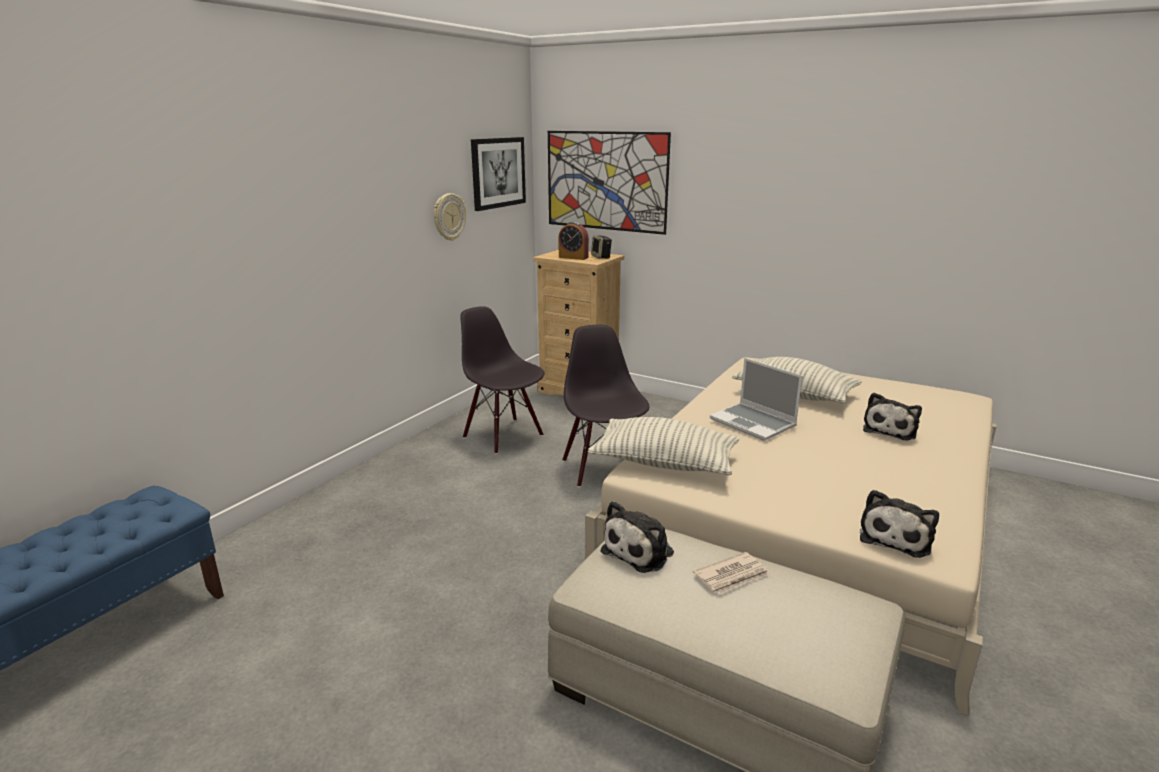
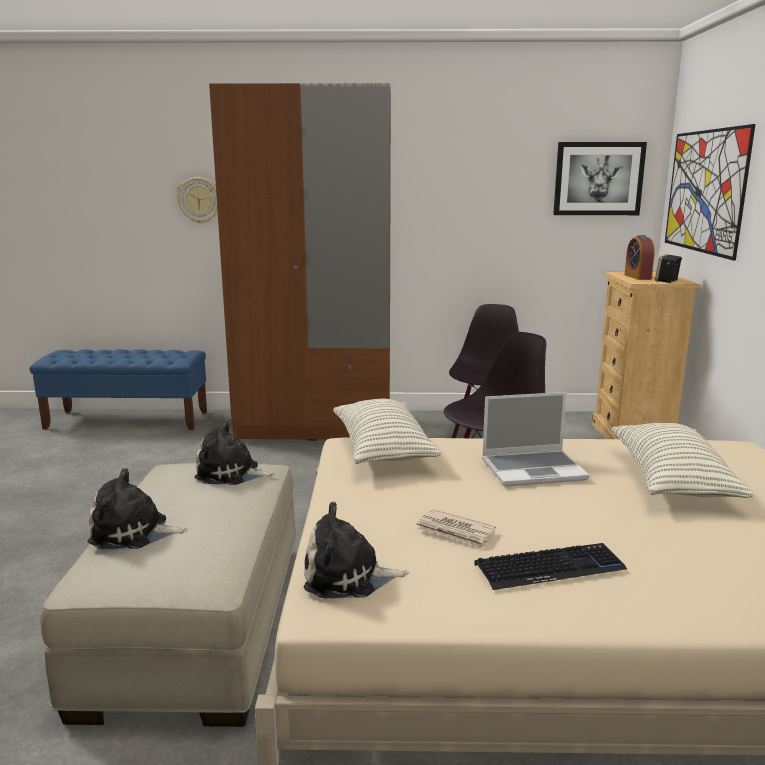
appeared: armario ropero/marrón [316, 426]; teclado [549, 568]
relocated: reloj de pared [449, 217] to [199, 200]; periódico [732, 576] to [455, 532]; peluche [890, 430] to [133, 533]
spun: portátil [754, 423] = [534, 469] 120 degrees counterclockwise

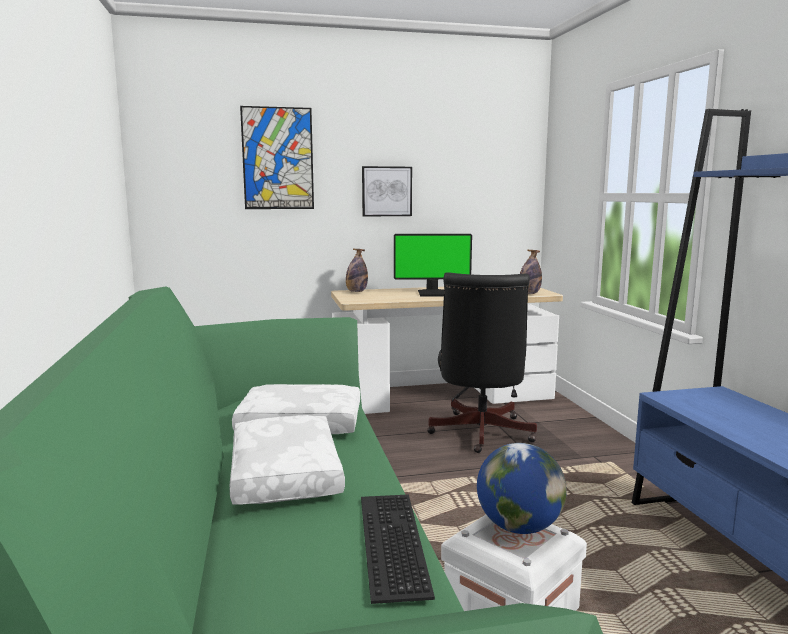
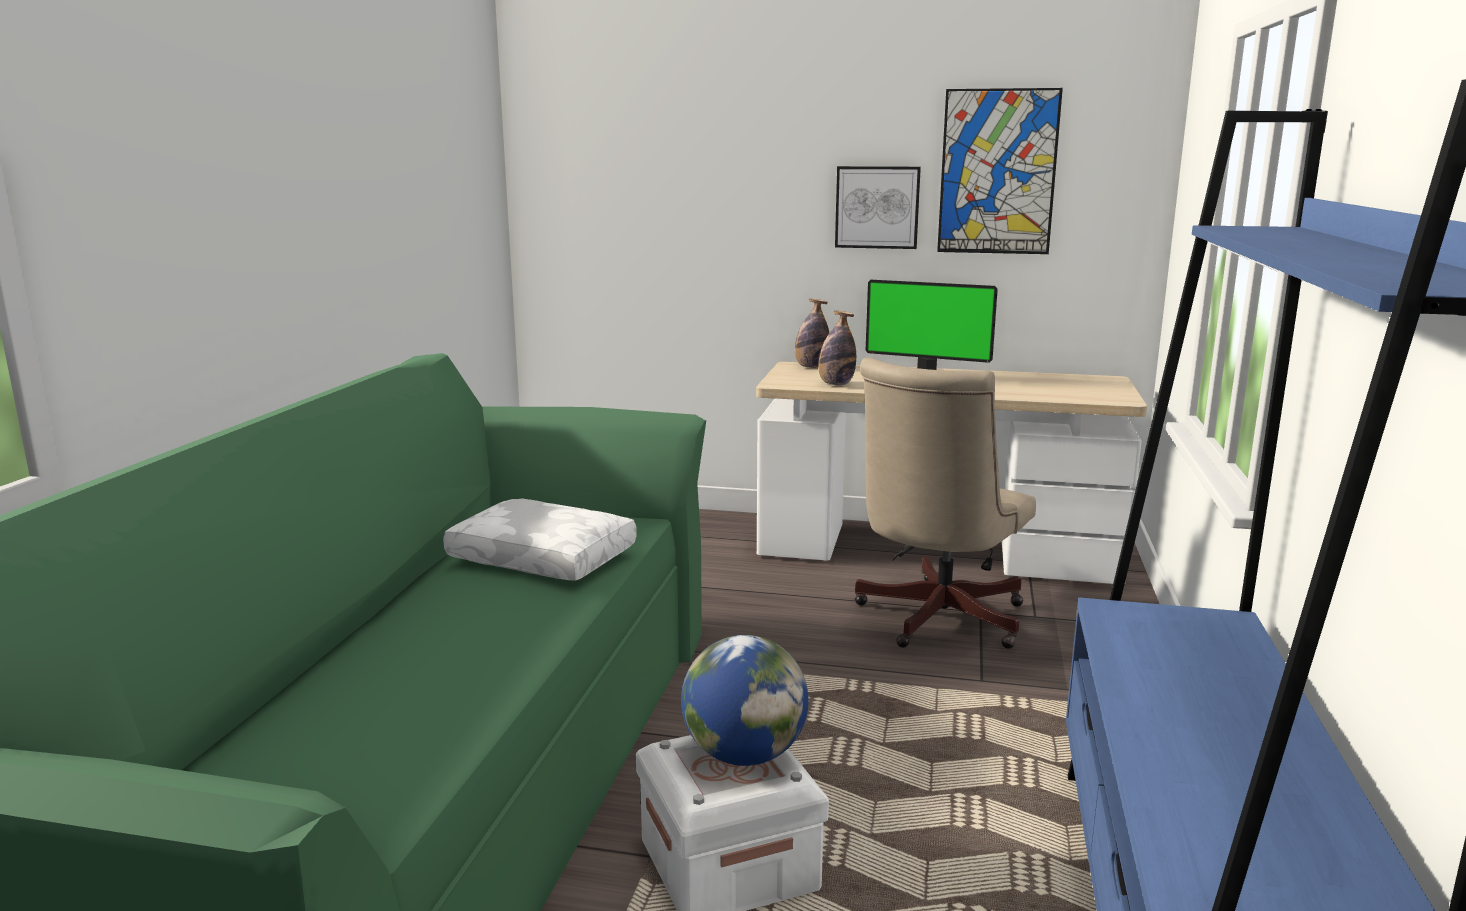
missing: cojín/blanco [282, 474]; teclado [388, 541]
relocated: cuadro [278, 158] to [997, 172]; botella [529, 293] to [836, 384]
colour: silla de oficina/negro [480, 434] to silla de oficina/beis [935, 620]

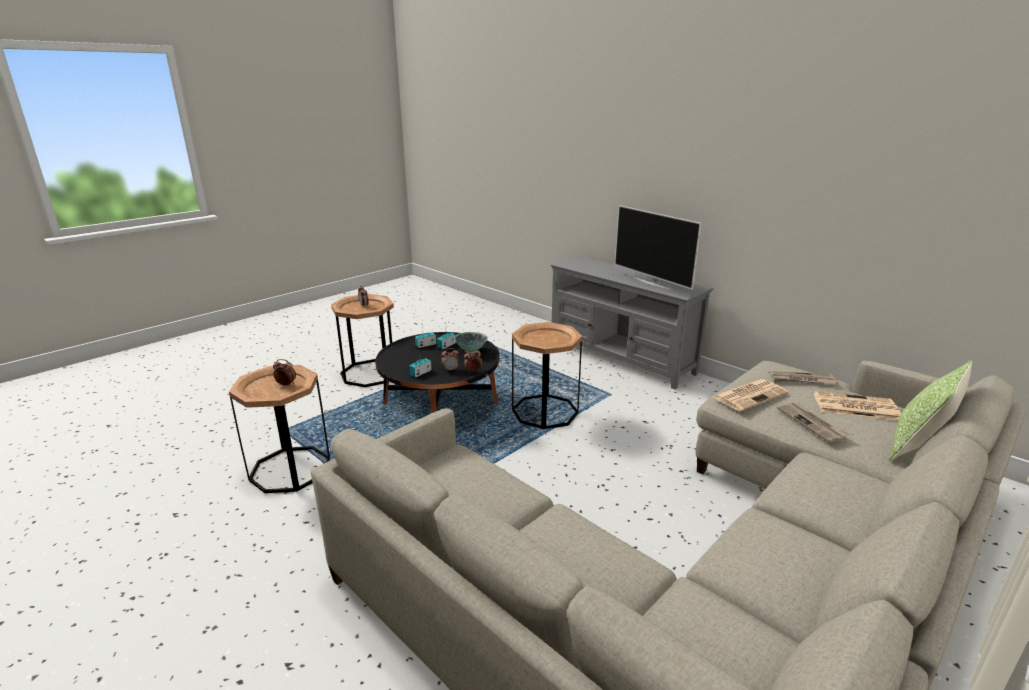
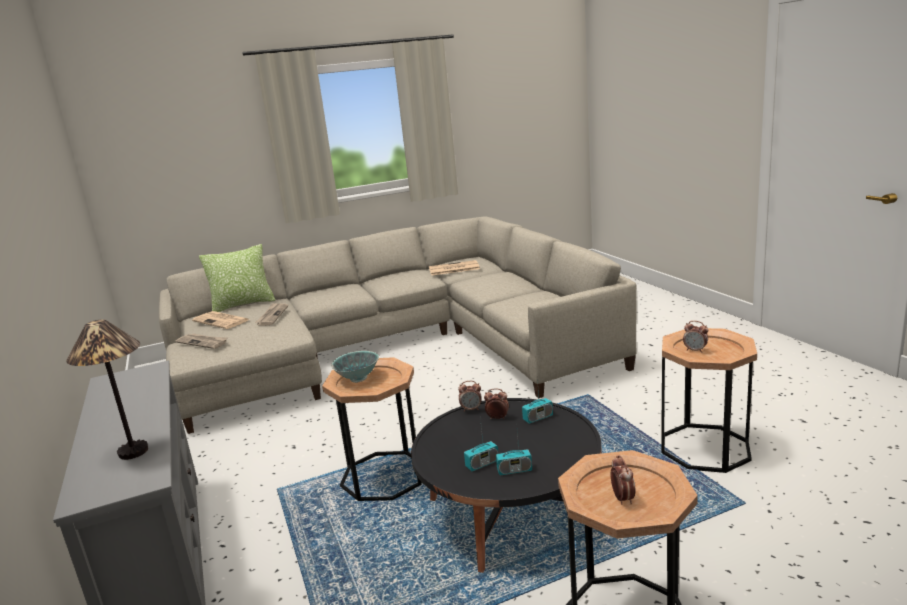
missing: televisor [653, 284]
appeared: lámpara de mesa [133, 452]
relocated: cuenco [471, 351] to [358, 378]; periódico [750, 395] to [453, 269]

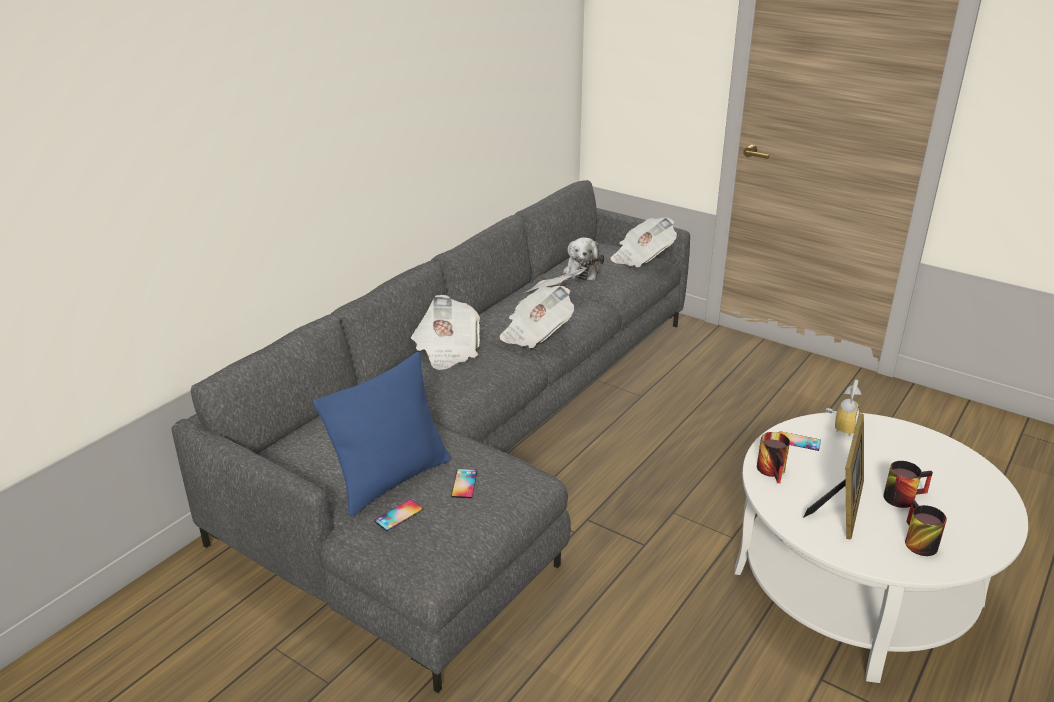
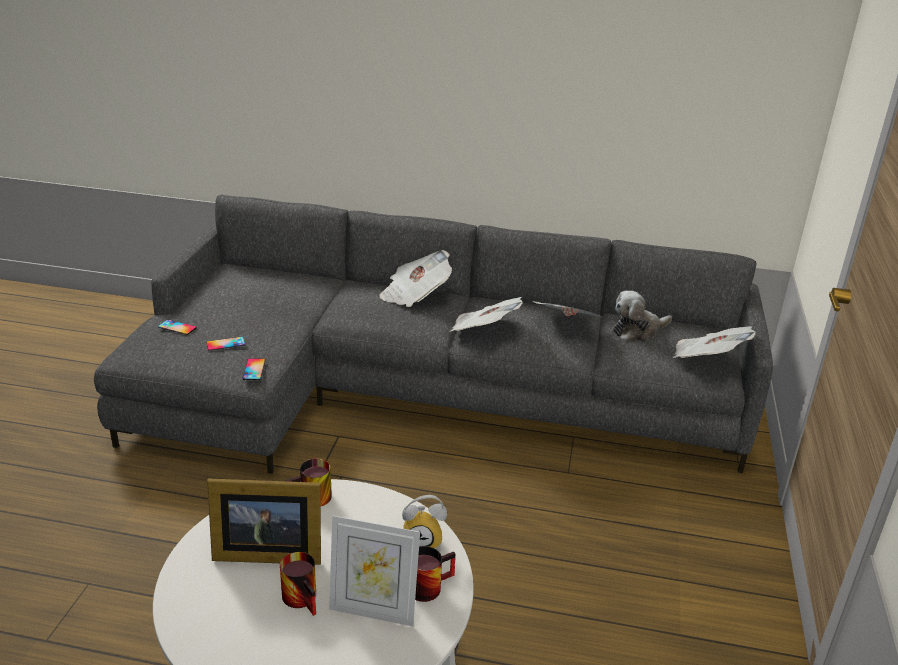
missing: cojín/azul [391, 480]
appeared: portarretratos [373, 610]
relocated: móvil [798, 441] to [254, 369]; taza grande [915, 541] to [428, 584]

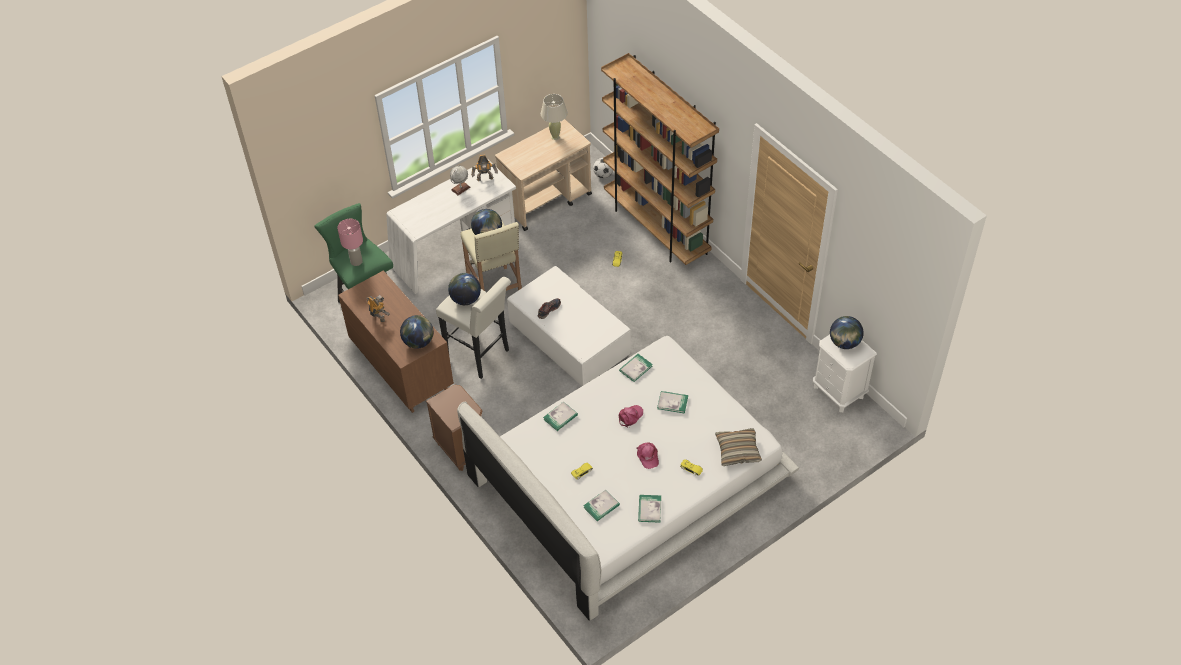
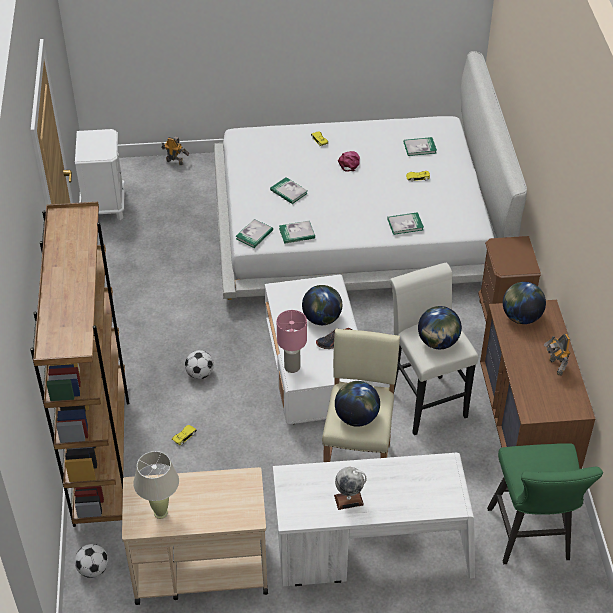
missing: gorra/rosa [630, 416]; cojín [737, 451]
appeared: balón de fútbol [200, 374]
relocated: lámpara de mesa/rosa [356, 262] to [292, 367]; robot de juguete [485, 179] to [175, 161]; libro [649, 509] to [254, 235]; globo terráqueo [844, 343] to [322, 318]

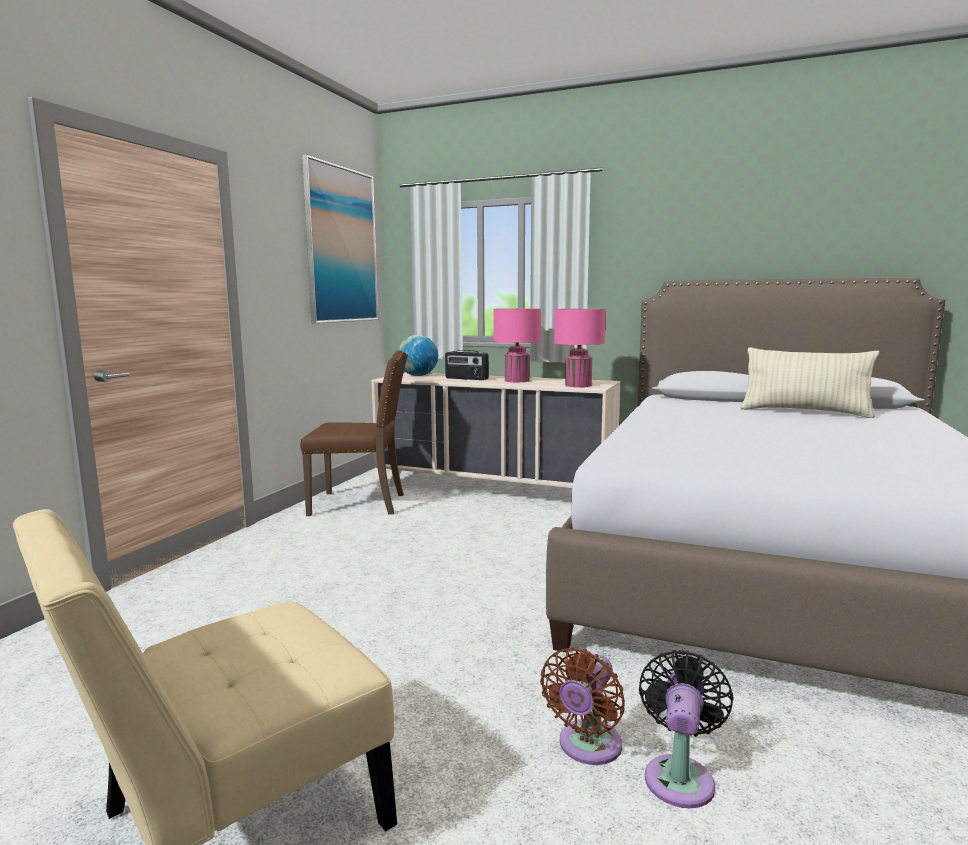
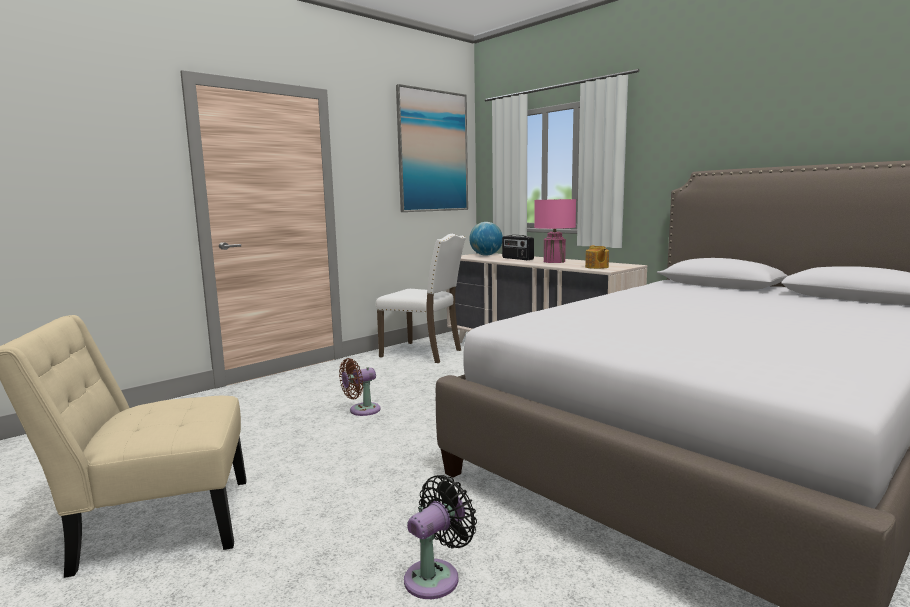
missing: cojín/beis [805, 412]
relocated: ventilador/marrón [587, 747] to [361, 410]
exchanged: lámpara de mesa/rosa [578, 385] to tetera [596, 267]
colour: silla/marrón [360, 504] to silla/blanco [423, 353]

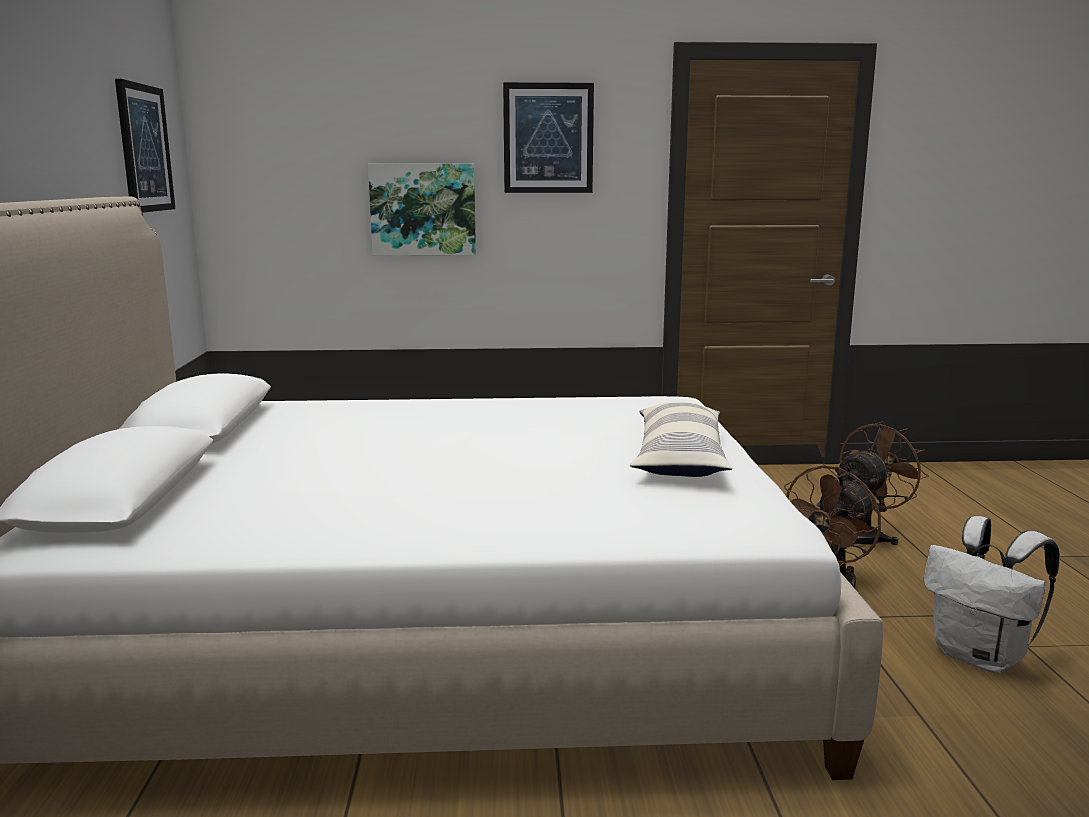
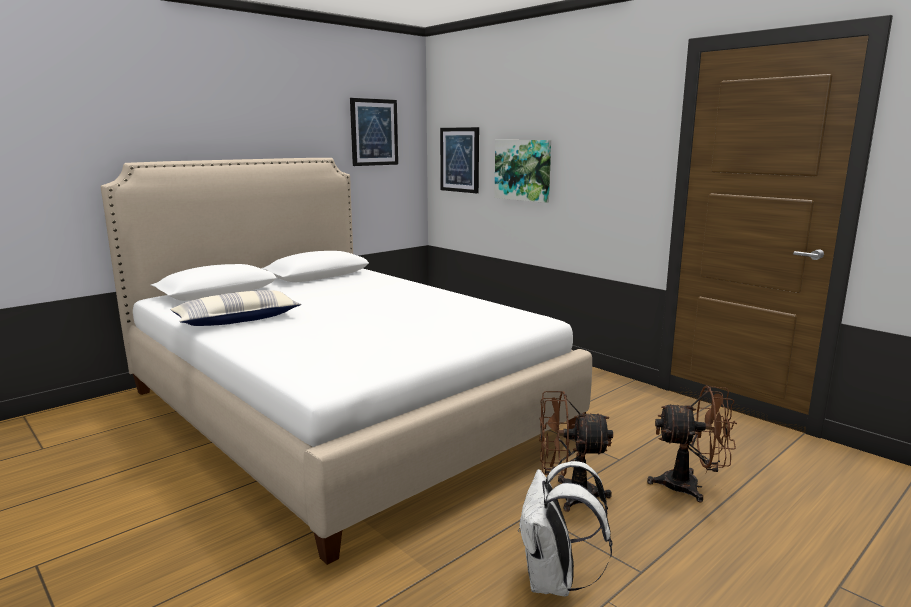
relocated: cuadro [548, 138] to [460, 160]; cojín [679, 458] to [237, 320]

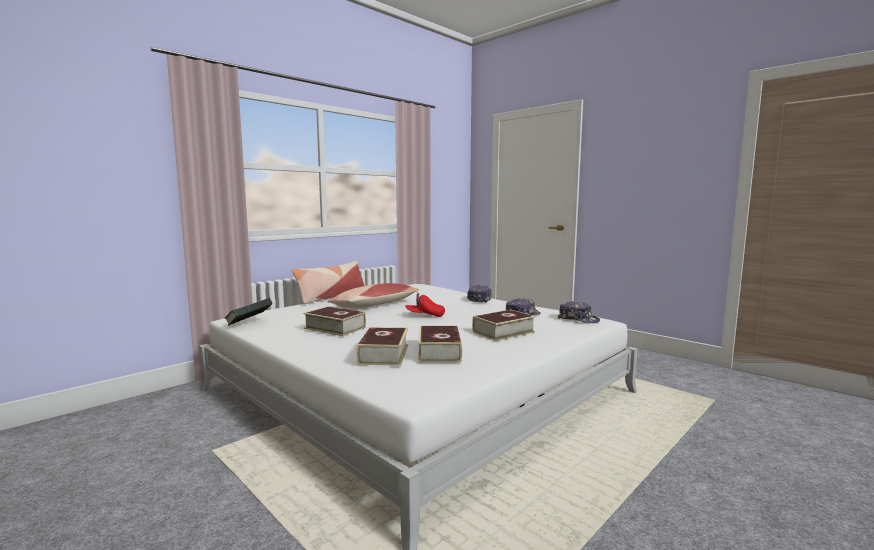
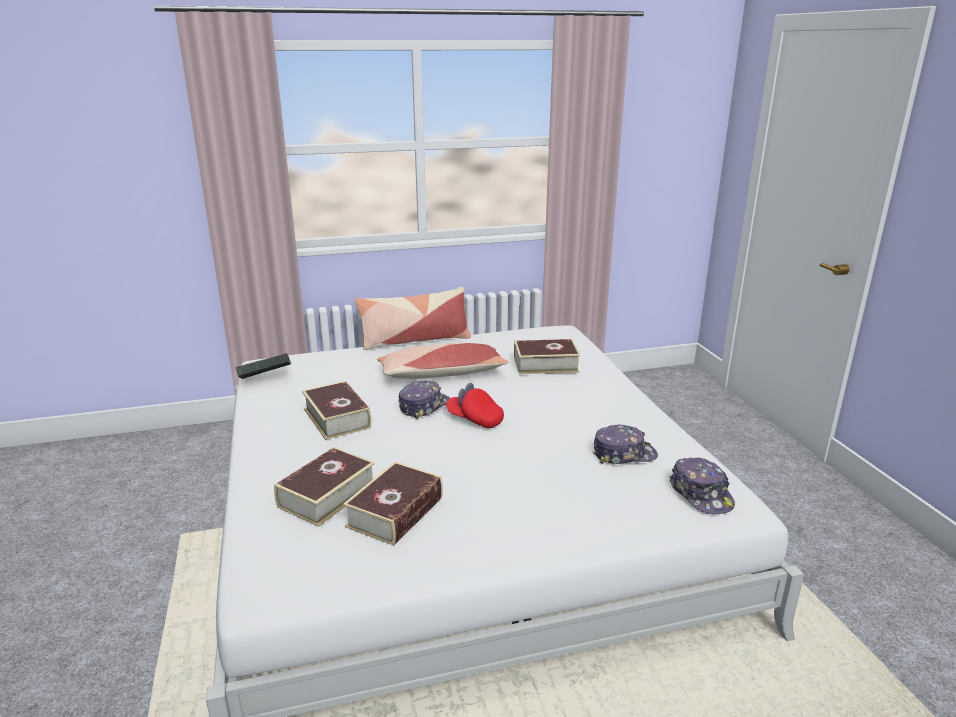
relocated: gorra [479, 299] to [424, 406]; libro [503, 332] to [545, 364]

